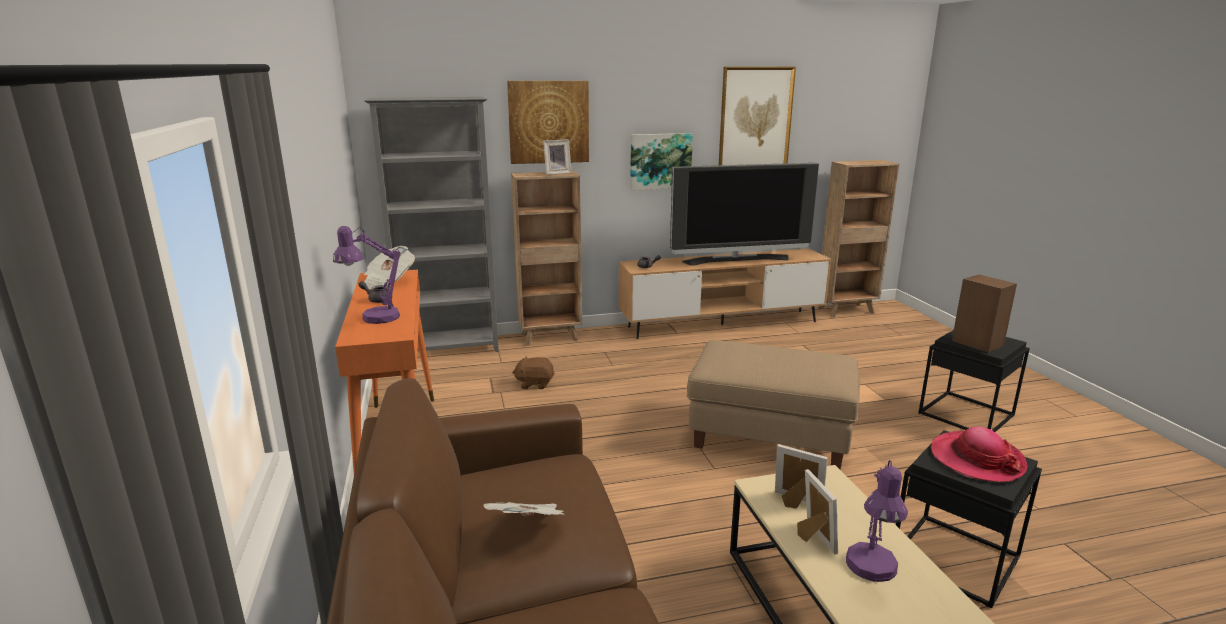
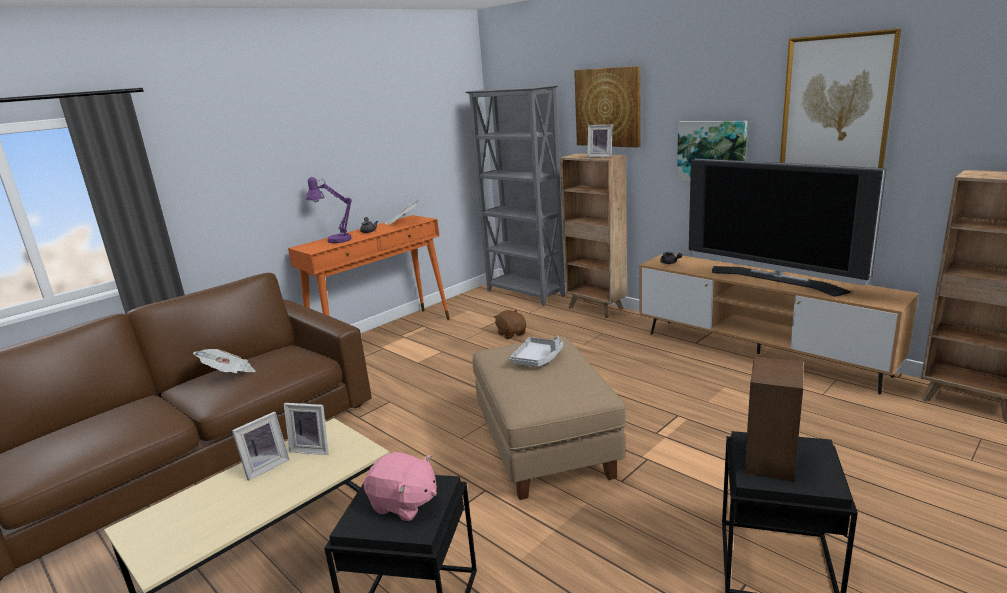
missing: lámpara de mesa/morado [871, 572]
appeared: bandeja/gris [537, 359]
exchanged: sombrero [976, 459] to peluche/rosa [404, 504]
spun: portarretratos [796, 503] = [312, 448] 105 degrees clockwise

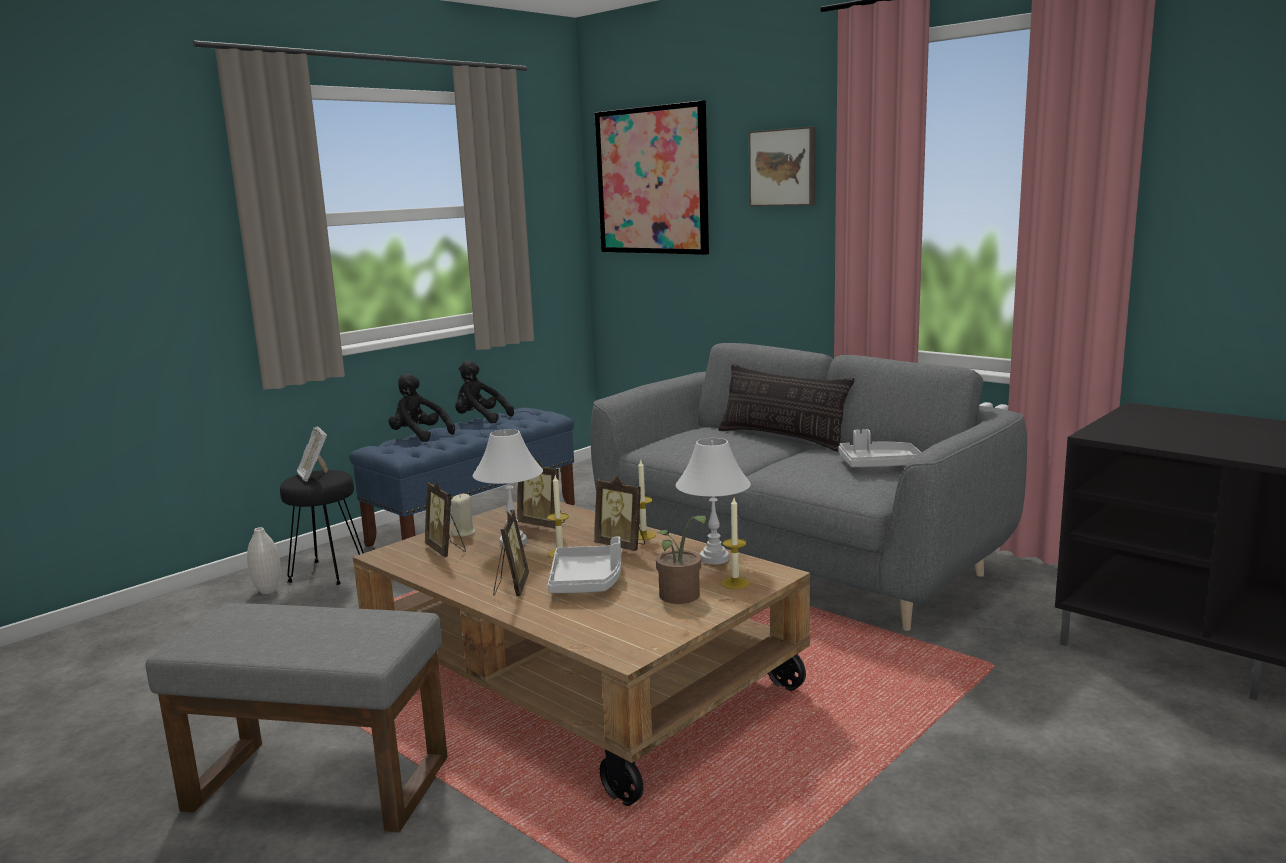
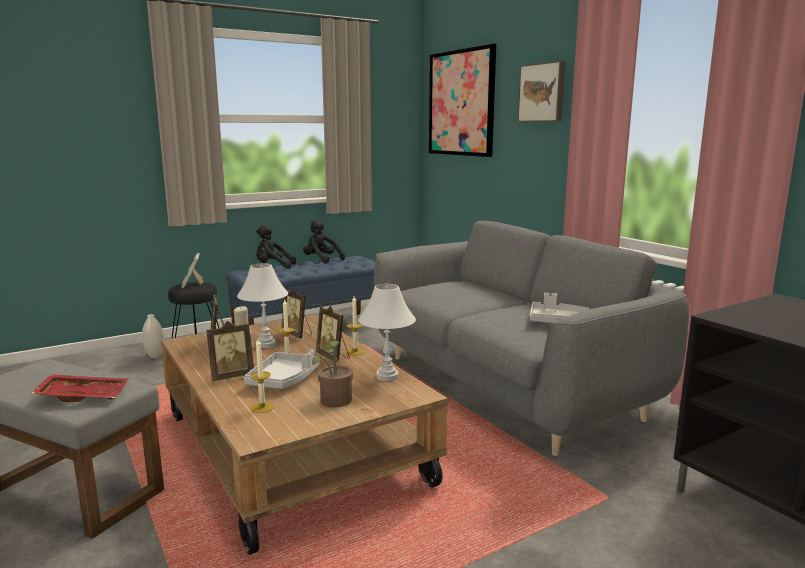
missing: cojín [782, 438]
appeared: bandeja/rojo [84, 396]
relocated: vela [735, 583] to [262, 407]
spun: peluche/negro [419, 436] = [273, 267] 45 degrees counterclockwise; portarretratos [511, 587] = [231, 376] 45 degrees clockwise

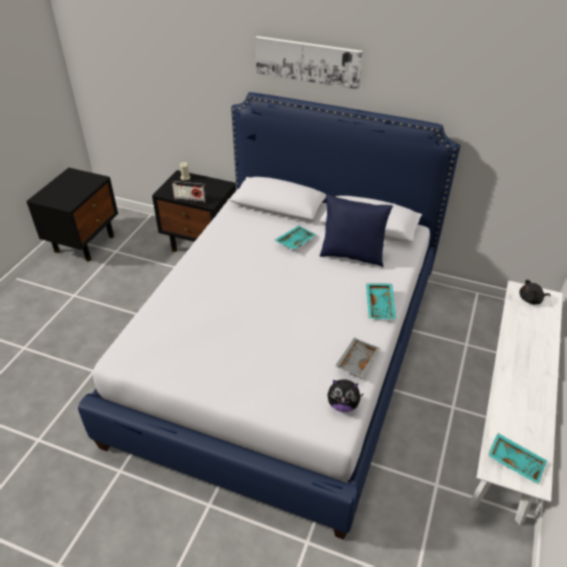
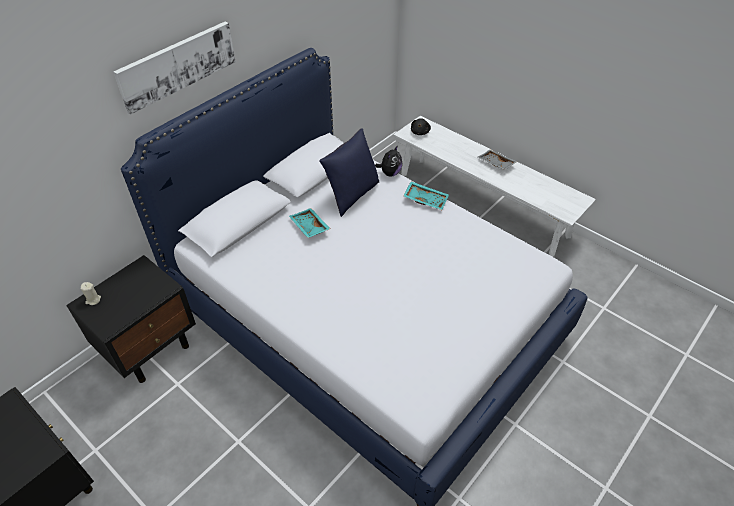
missing: radio [190, 199]; bandeja/turquesa [515, 461]
relocated: peluche [343, 405] to [390, 173]; bandeja/gris [356, 361] to [495, 163]

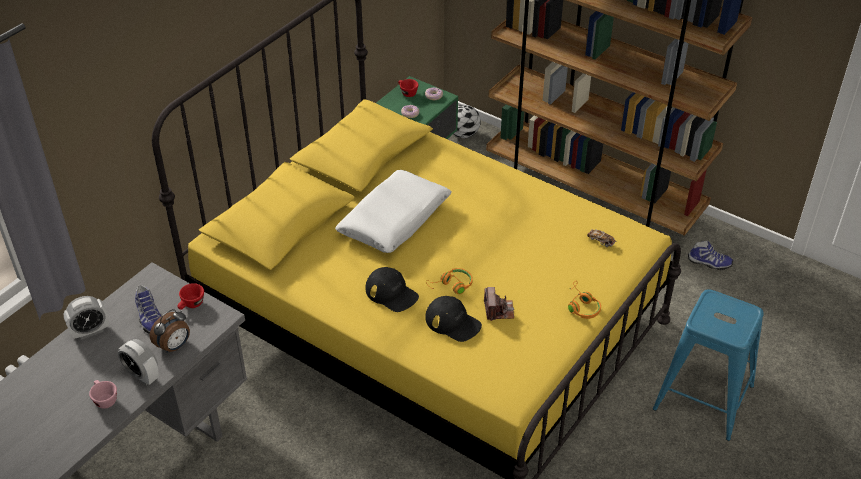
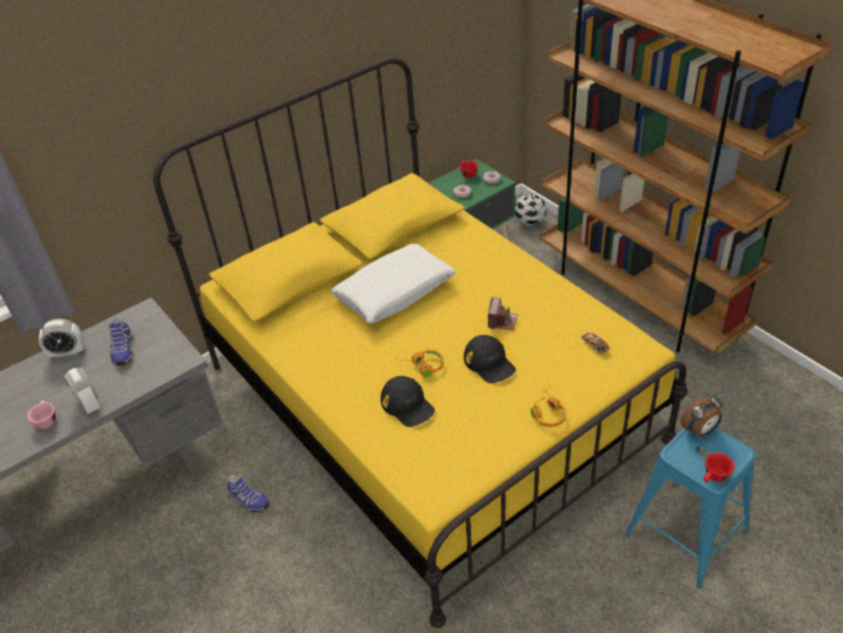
relocated: despertador [174, 346] to [699, 431]; taza/rojo [191, 305] to [714, 477]; gorra/negro [391, 293] to [489, 363]; cámara [498, 310] to [502, 321]; zapato [709, 263] to [248, 500]

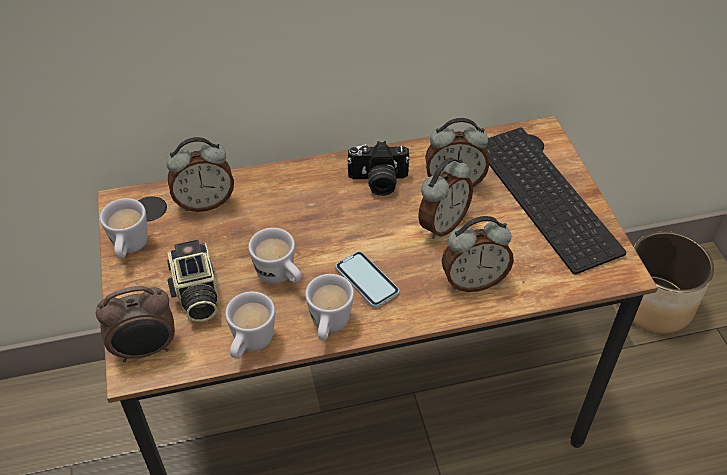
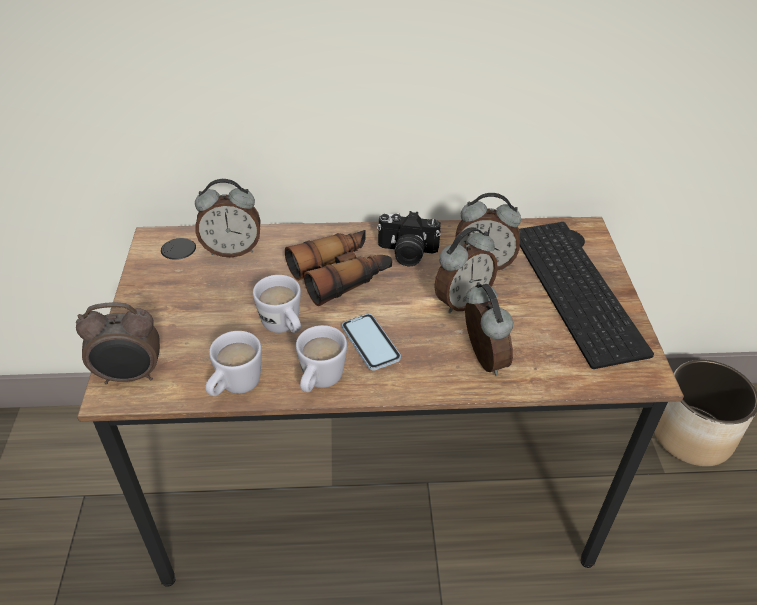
missing: taza grande/blanco [129, 249]; cámara [196, 295]
appeared: prismáticos [341, 275]
spun: despertador [473, 281] = [481, 359] 105 degrees counterclockwise

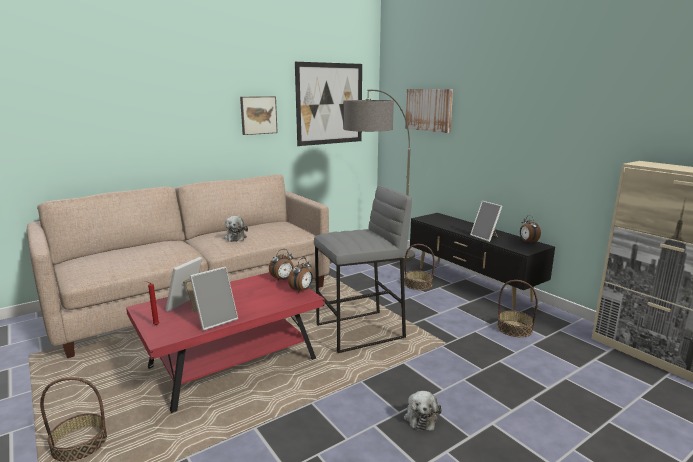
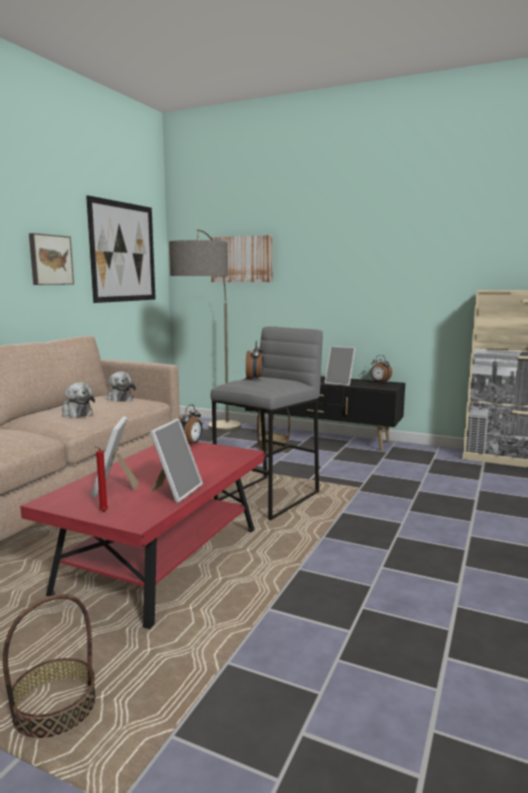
missing: cesta [514, 328]
relocated: despertador [302, 290] to [255, 379]; peluche [420, 417] to [119, 399]

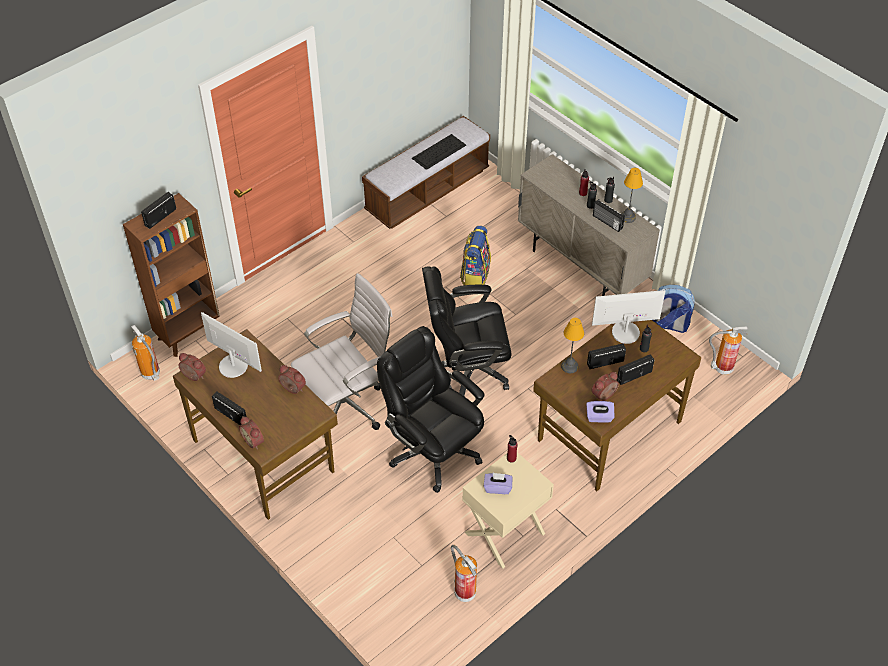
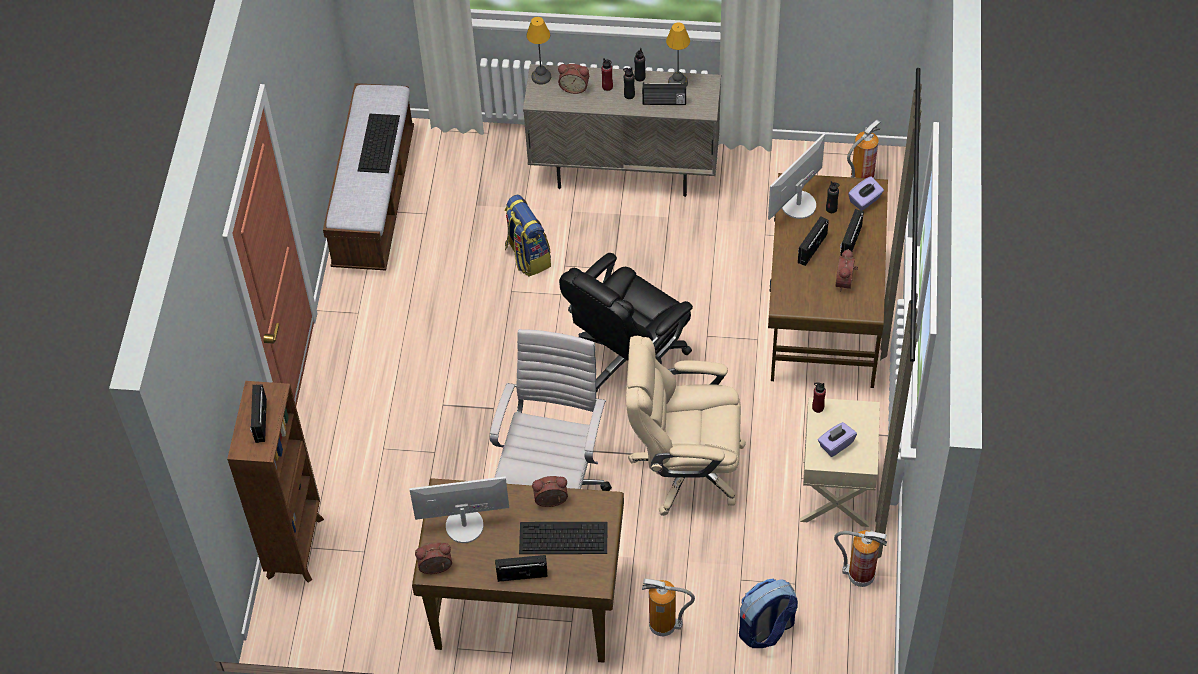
appeared: teclado [562, 538]
relocated: extintor [151, 374] to [664, 626]; despertador [254, 440] to [574, 87]; lámpara de mesa [569, 366] to [541, 77]; caja de pañuelos/morado [599, 417] to [865, 200]; mochila [668, 325] to [766, 629]
colour: silla de oficina/negro [433, 450] to silla de oficina/beis [685, 467]

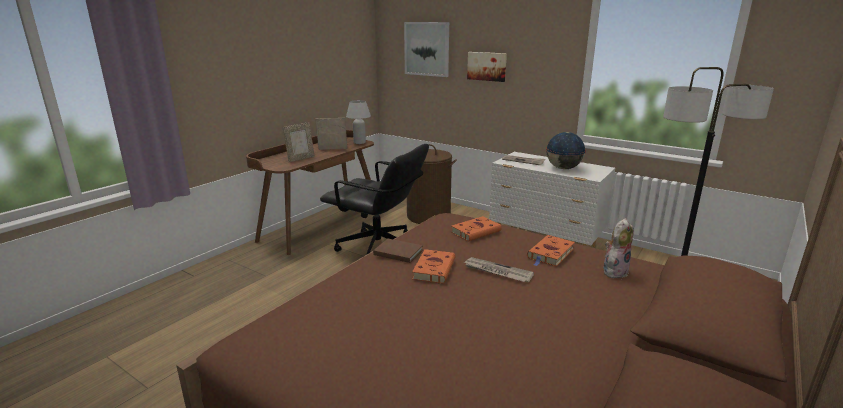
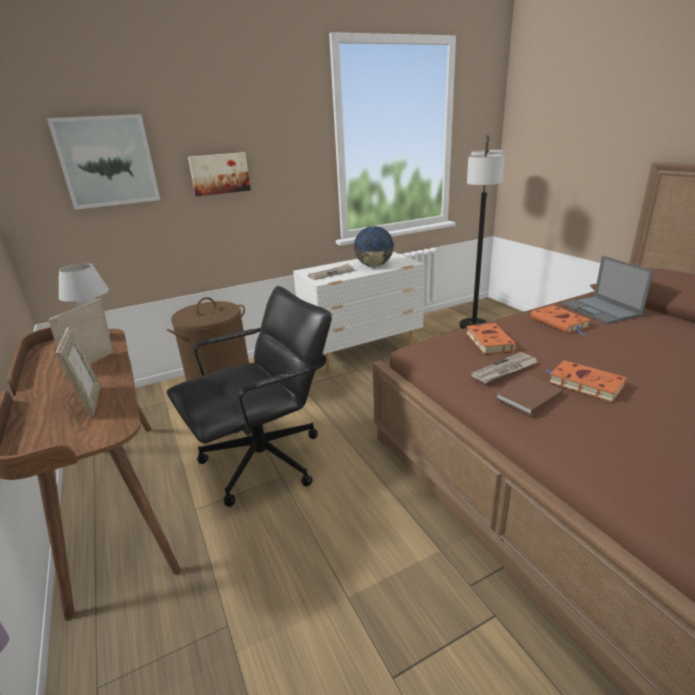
relocated: periódico [497, 272] to [504, 370]
exchanged: peluche [614, 271] to portátil [601, 310]

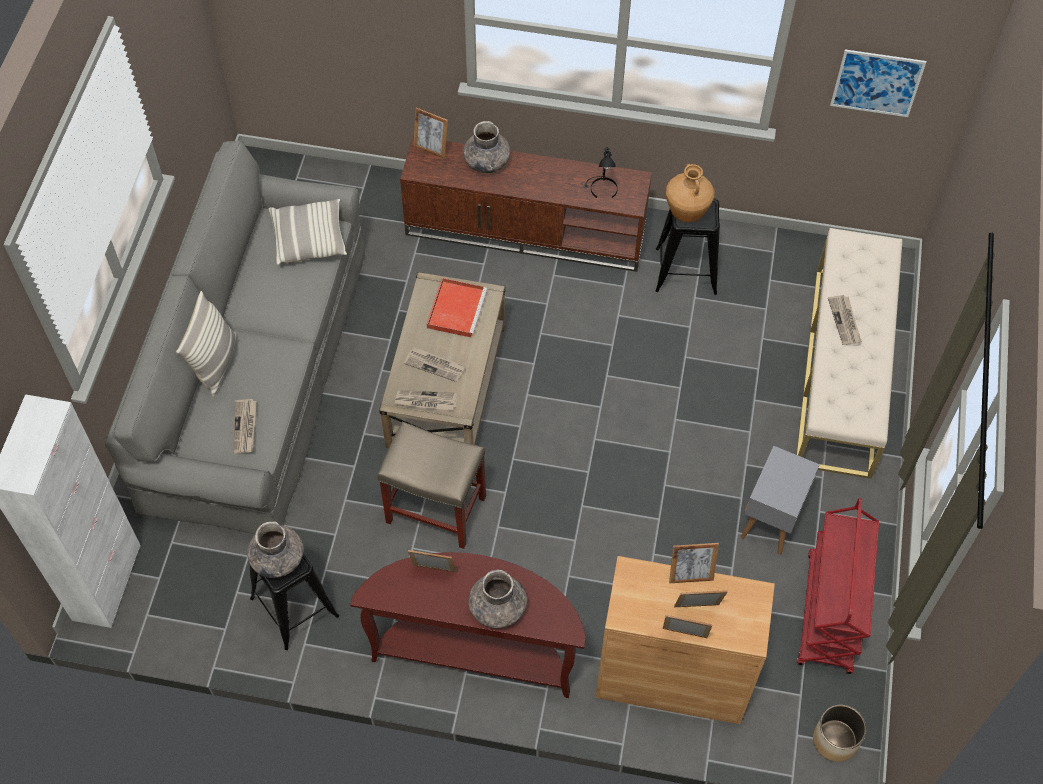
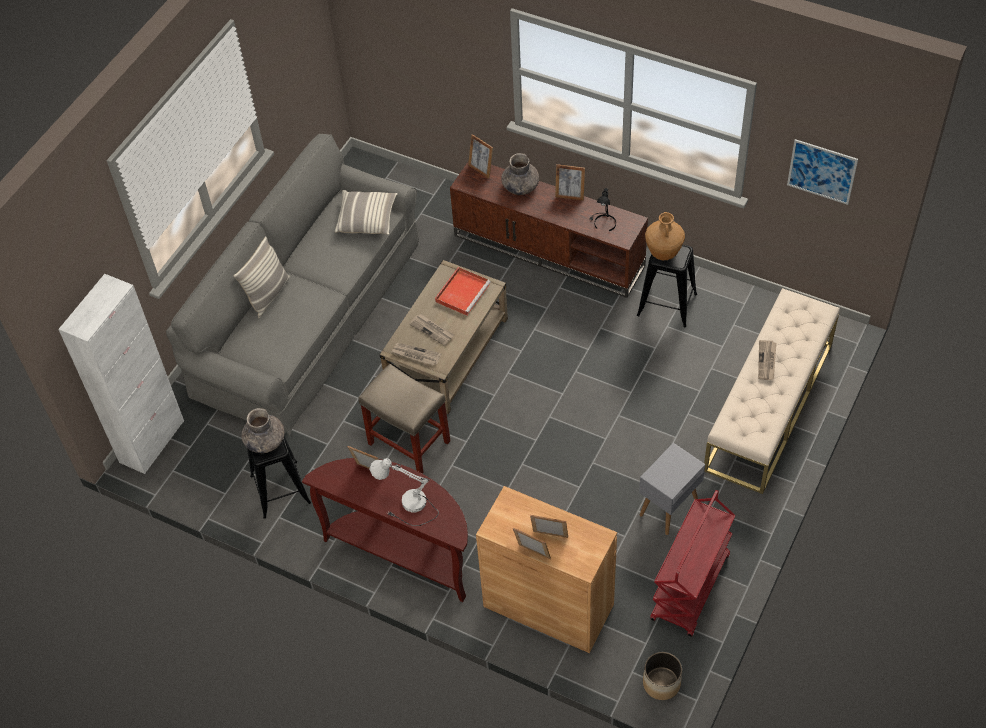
missing: periódico [245, 427]
relocated: portarretratos [690, 575] to [570, 195]
exchanged: florero/gris [497, 608] to lámpara de mesa/blanco [408, 508]

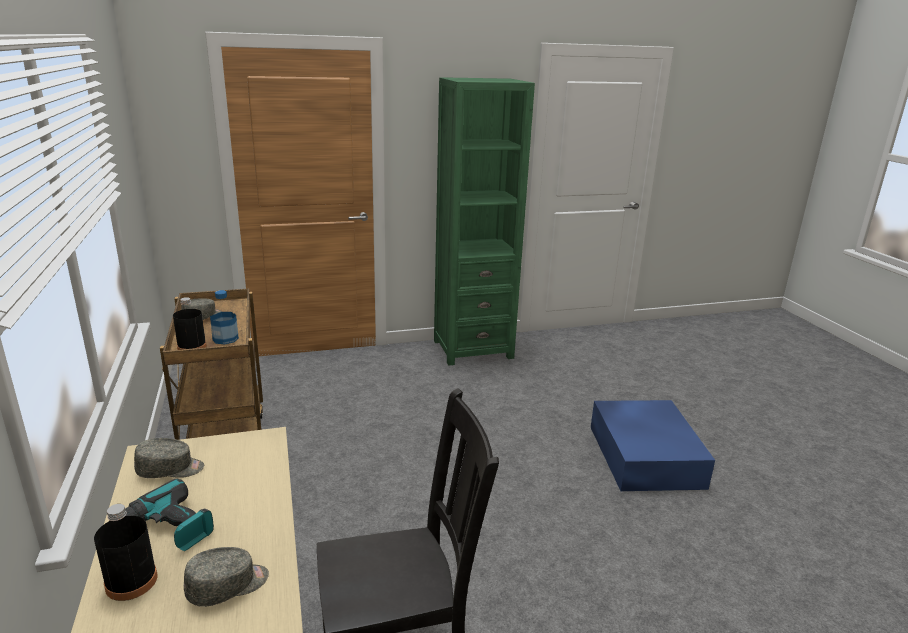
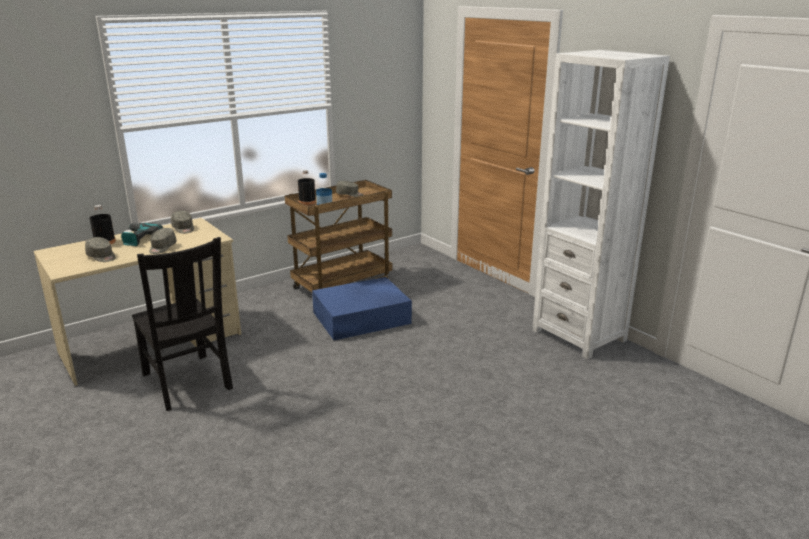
appeared: gorra/gris [162, 248]
relocated: caja de almacenaje/azul [645, 455] to [363, 318]
colour: estantería/verde [472, 349] to estantería/blanco [579, 335]

